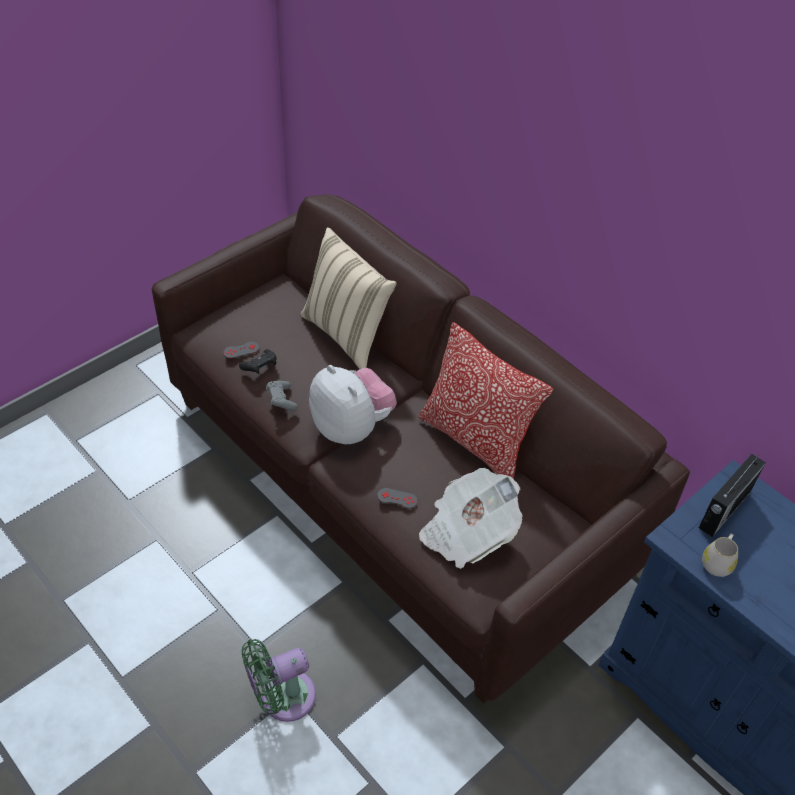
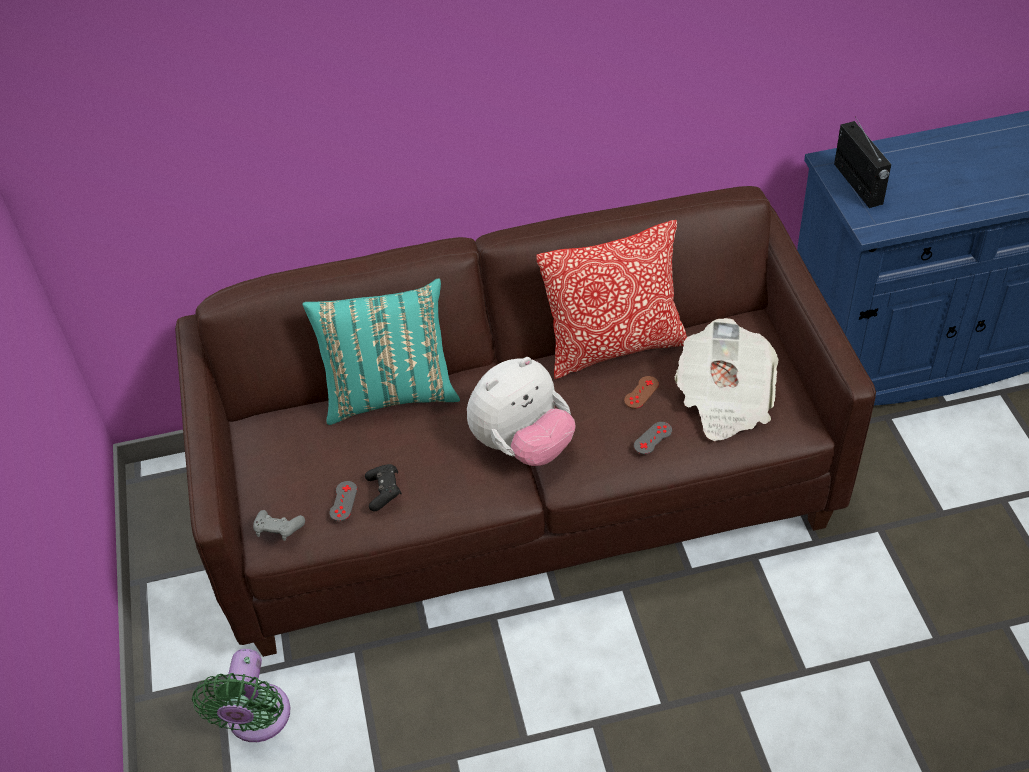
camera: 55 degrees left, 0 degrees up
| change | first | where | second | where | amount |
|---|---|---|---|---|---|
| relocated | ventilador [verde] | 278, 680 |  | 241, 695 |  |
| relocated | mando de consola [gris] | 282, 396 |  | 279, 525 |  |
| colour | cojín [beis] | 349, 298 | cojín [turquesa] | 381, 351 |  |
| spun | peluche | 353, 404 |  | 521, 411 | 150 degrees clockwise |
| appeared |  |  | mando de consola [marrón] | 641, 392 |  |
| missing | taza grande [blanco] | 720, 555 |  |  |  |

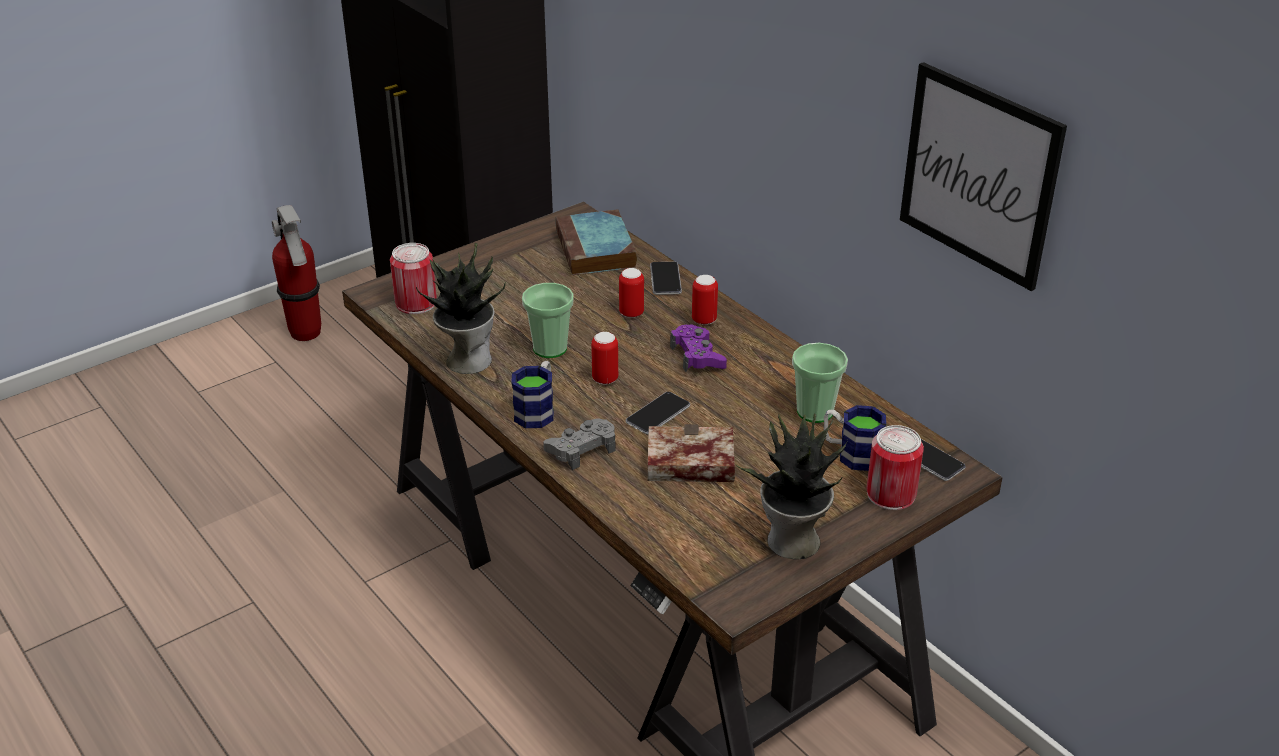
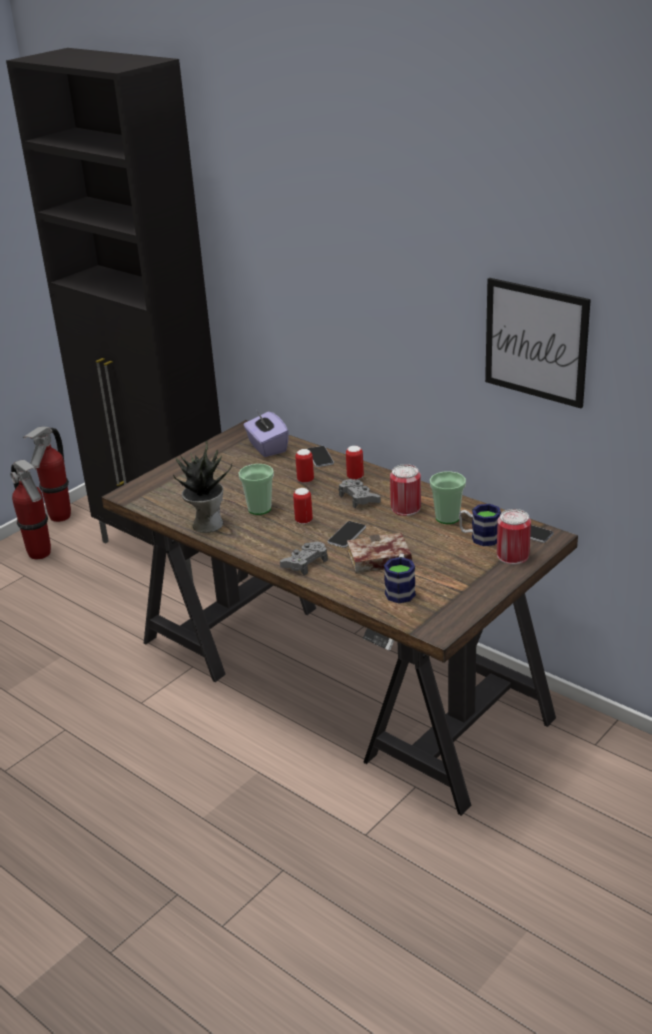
camera: 10 degrees left, 5 degrees down
| change | first | where | second | where | amount |
|---|---|---|---|---|---|
| appeared |  |  | extintor | 47, 474 |  |
| exchanged | libro | 596, 242 | caja de pañuelos [morado] | 266, 433 |  |
| colour | mando de consola [morado] | 698, 348 | mando de consola [gris] | 360, 494 |  |
| relocated | taza grande | 532, 394 |  | 400, 578 |  |
| relocated | lata | 413, 278 |  | 405, 490 |  |
| missing | planta en maceta | 792, 486 |  |  |  |

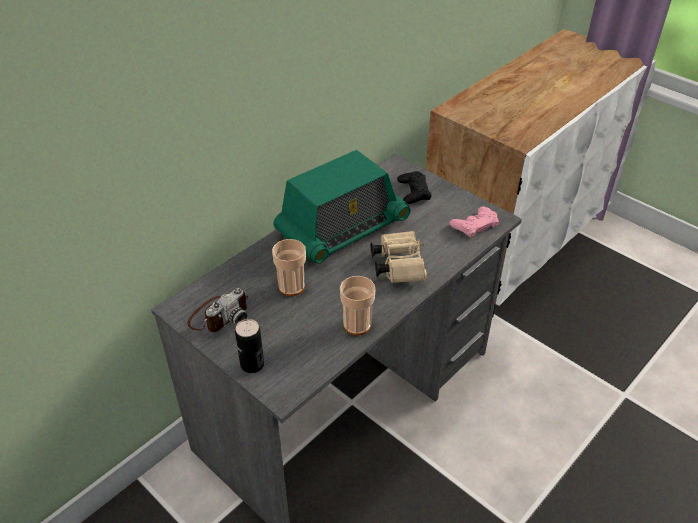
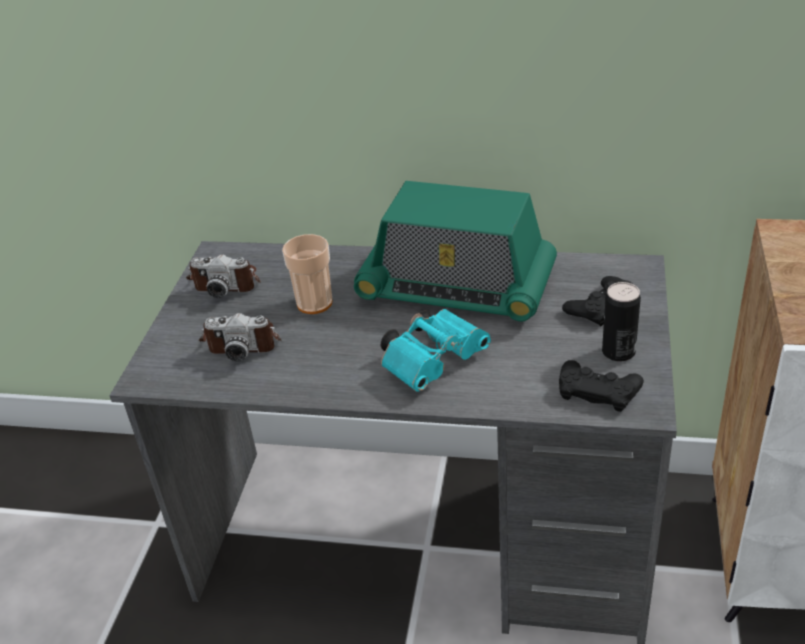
camera: 60 degrees right, 5 degrees down
| change | first | where | second | where | amount |
|---|---|---|---|---|---|
| appeared |  |  | cámara | 240, 337 |  |
| colour | prismáticos [beis] | 399, 257 | prismáticos [turquesa] | 436, 350 |  |
| colour | mando de consola [rosa] | 474, 222 | mando de consola [negro] | 601, 386 |  |
| relocated | lata | 249, 346 |  | 621, 322 |  |
| missing | taza | 358, 305 |  |  |  |

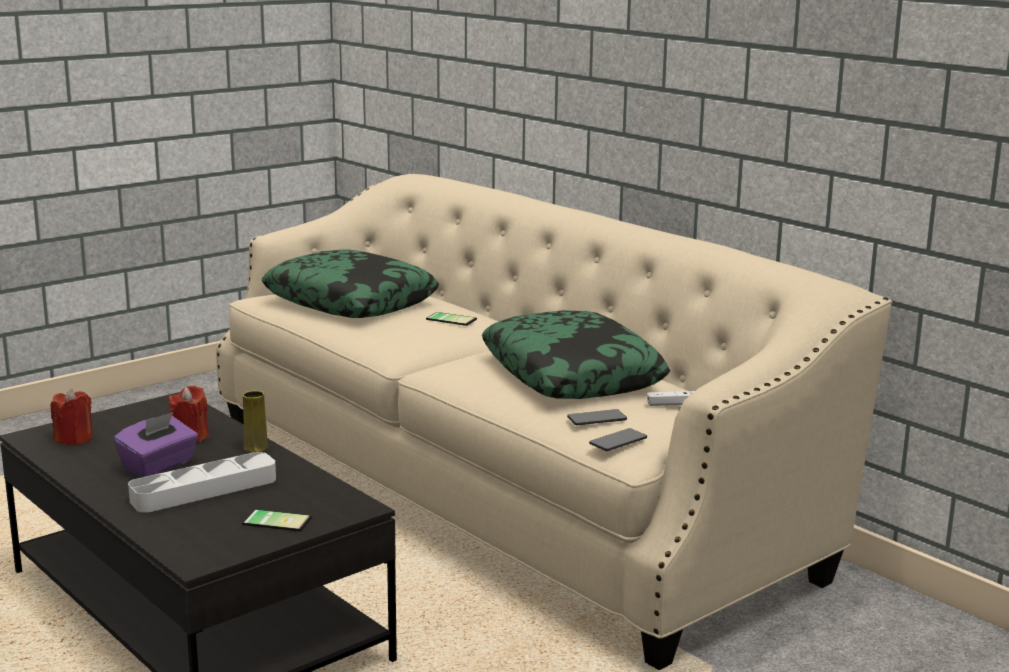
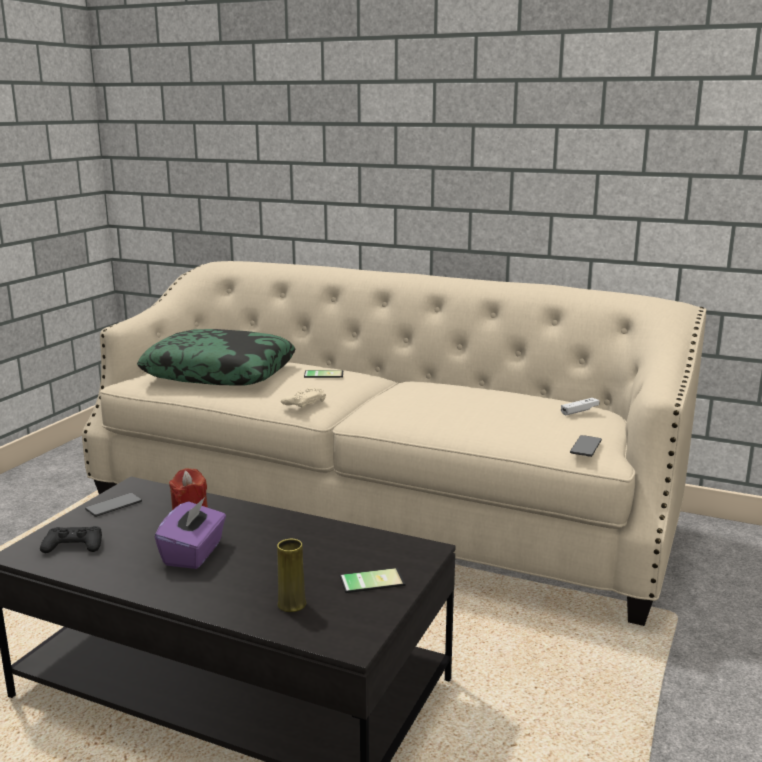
camera: 25 degrees left, 0 degrees up
| change | first | where | second | where | amount |
|---|---|---|---|---|---|
| exchanged | vela [rojo] | 72, 416 | mando de consola [negro] | 71, 539 |  |
| relocated | móvil | 597, 417 |  | 113, 505 |  |
| relocated | florero [amarillo] | 256, 422 |  | 291, 575 |  |
| appeared |  |  | mando de consola [beis] | 303, 398 |  |
| missing | bandeja [gris] | 202, 482 |  |  |  |
| missing | cojín | 576, 354 |  |  |  |

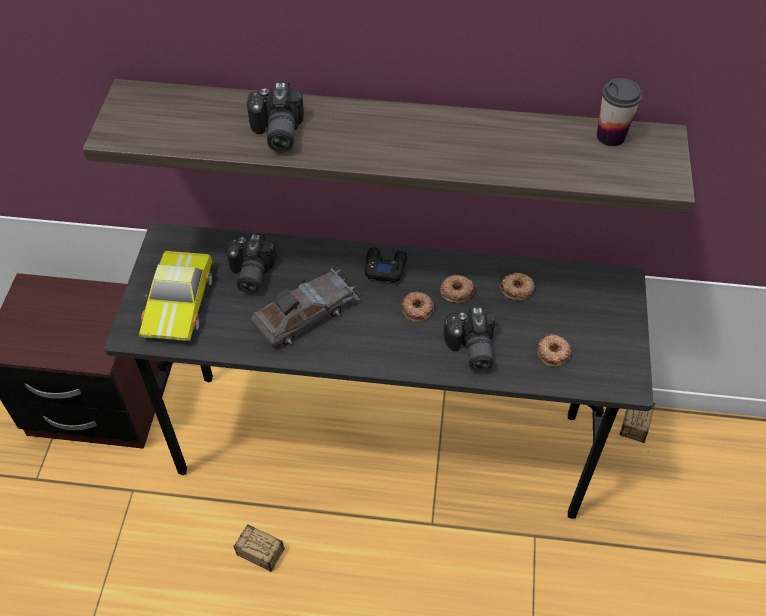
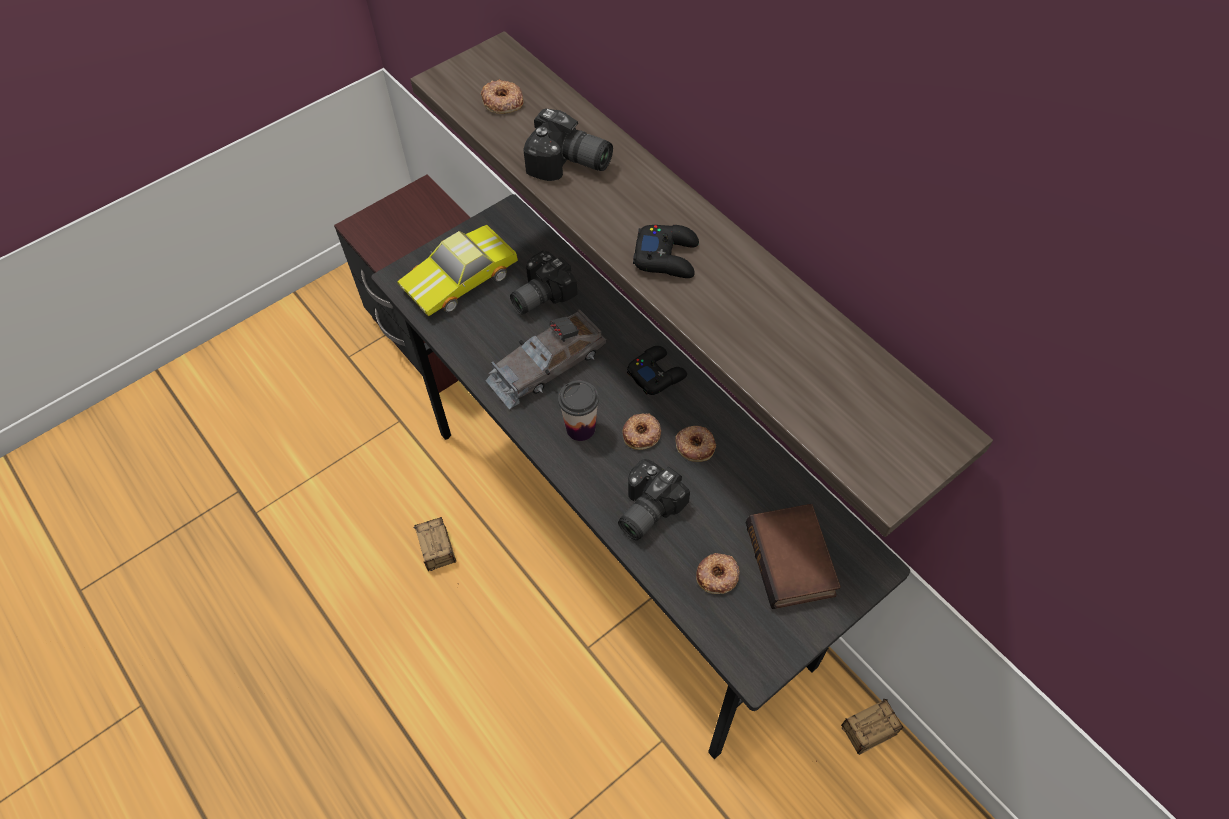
camera: 45 degrees right, 5 degrees up
| change | first | where | second | where | amount |
|---|---|---|---|---|---|
| relocated | rosquilla | 517, 286 |  | 502, 96 |  |
| spun | coche de juguete [gris] | 306, 307 |  | 545, 359 | 135 degrees clockwise |
| spun | cámara | 275, 117 |  | 568, 144 | 105 degrees counterclockwise |
| relocated | taza | 619, 112 |  | 578, 410 |  |
| appeared |  |  | mando de consola [negro] | 666, 251 |  |
| appeared |  |  | libro | 793, 556 |  |

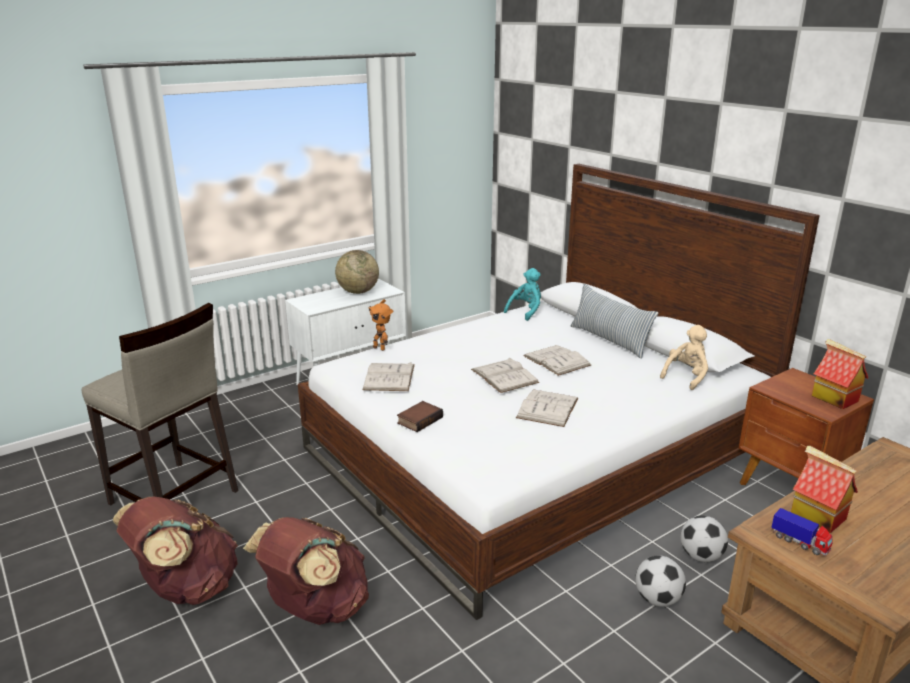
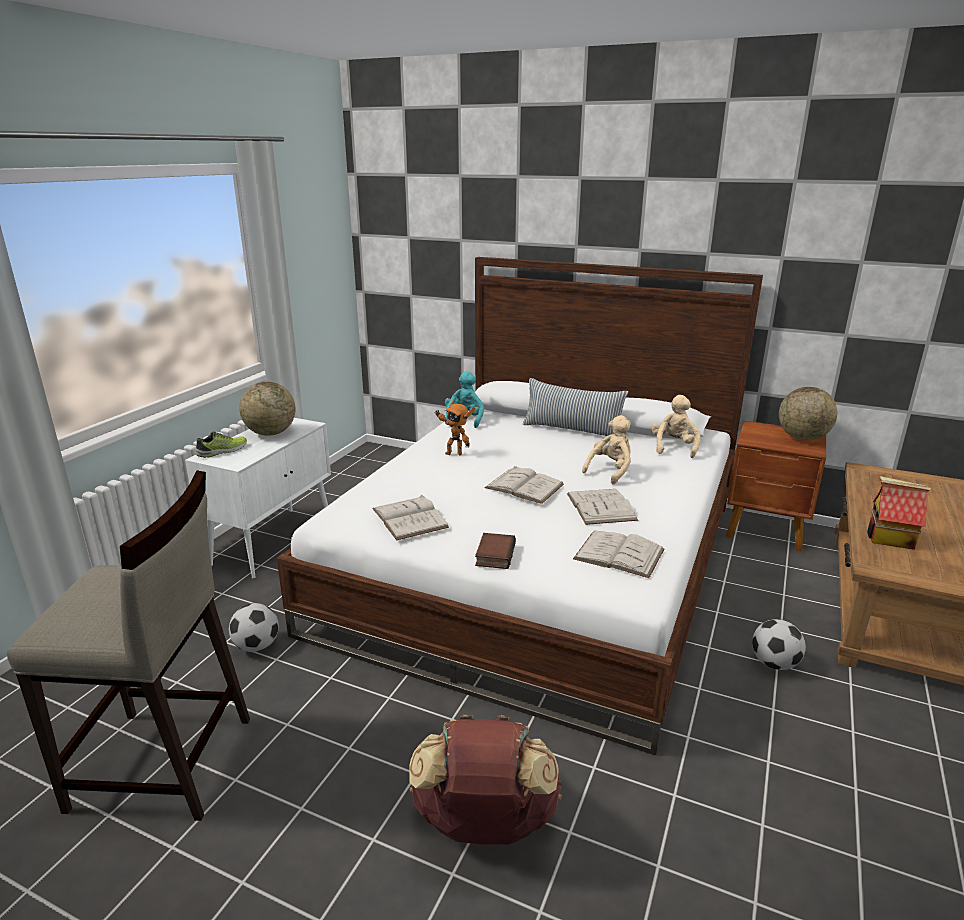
camera: 30 degrees left, 0 degrees up
| change | first | where | second | where | amount |
|---|---|---|---|---|---|
| appeared |  |  | zapato | 221, 444 |  |
| relocated | balón de fútbol | 704, 539 |  | 254, 627 |  |
| relocated | robot de juguete | 380, 325 |  | 455, 427 |  |
| relocated | libro [blanco] | 557, 360 |  | 618, 554 |  |
| appeared |  |  | peluche [beis] | 606, 450 |  |
| exchanged | casita | 840, 374 | globo terráqueo | 808, 413 |  |
| missing | mochila [marrón] | 175, 550 |  |  |  |
| missing | camión de juguete | 802, 532 |  |  |  |

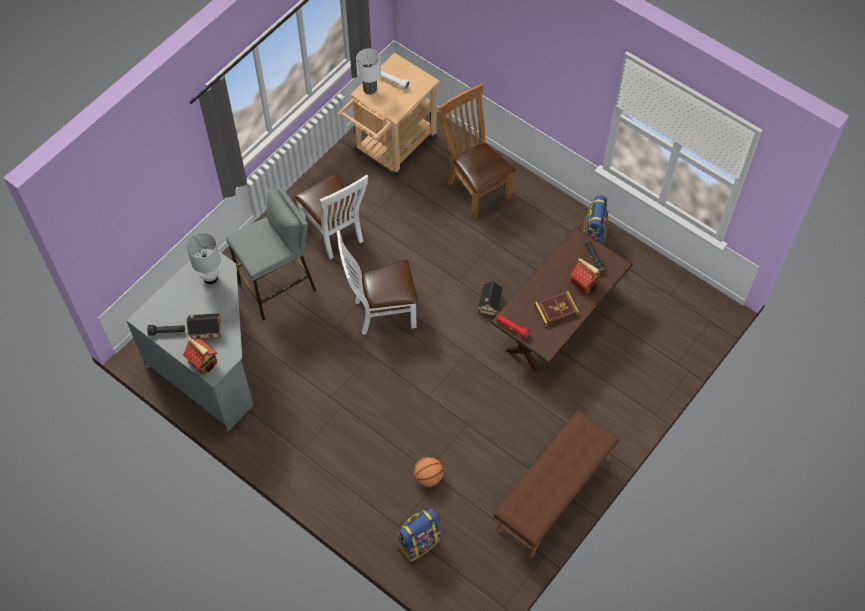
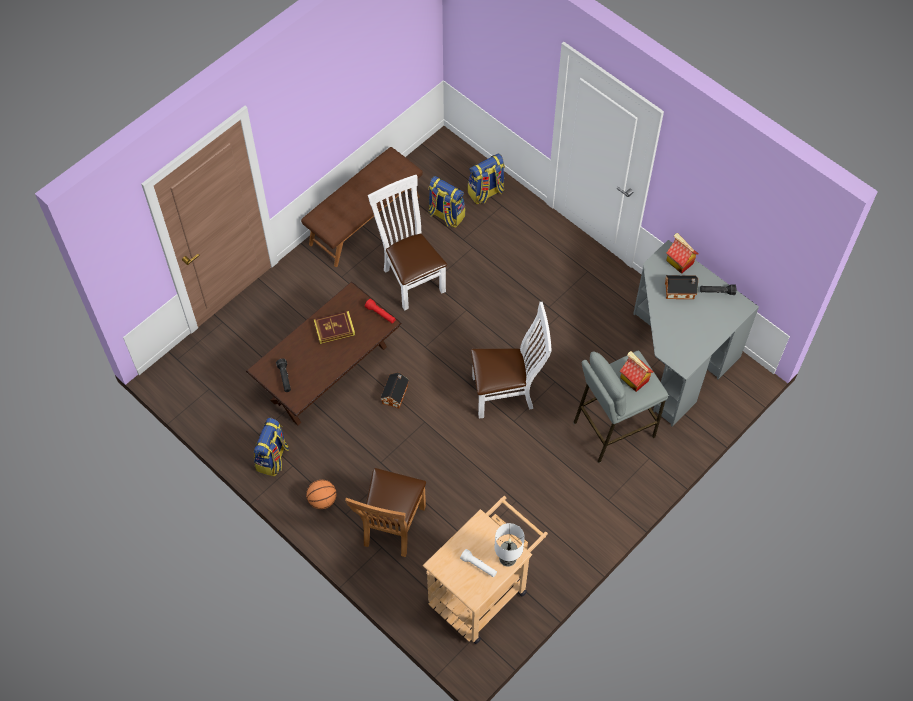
camera: 175 degrees left, 0 degrees up
| change | first | where | second | where | amount |
|---|---|---|---|---|---|
| relocated | balón de baloncesto | 428, 472 |  | 321, 494 |  |
| spun | silla [marrón] | 476, 151 |  | 385, 512 | 45 degrees clockwise |
| relocated | silla [blanco] | 331, 216 |  | 407, 243 |  |
| appeared |  |  | mochila | 446, 202 |  |
| relocated | casita | 586, 276 |  | 636, 371 |  |
| missing | lámpara de mesa [blanco] | 203, 258 |  |  |  |

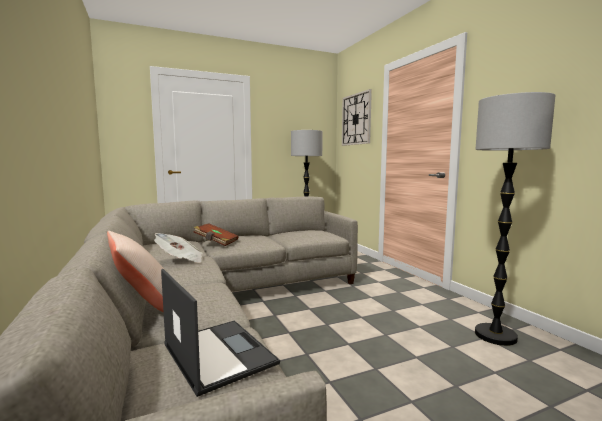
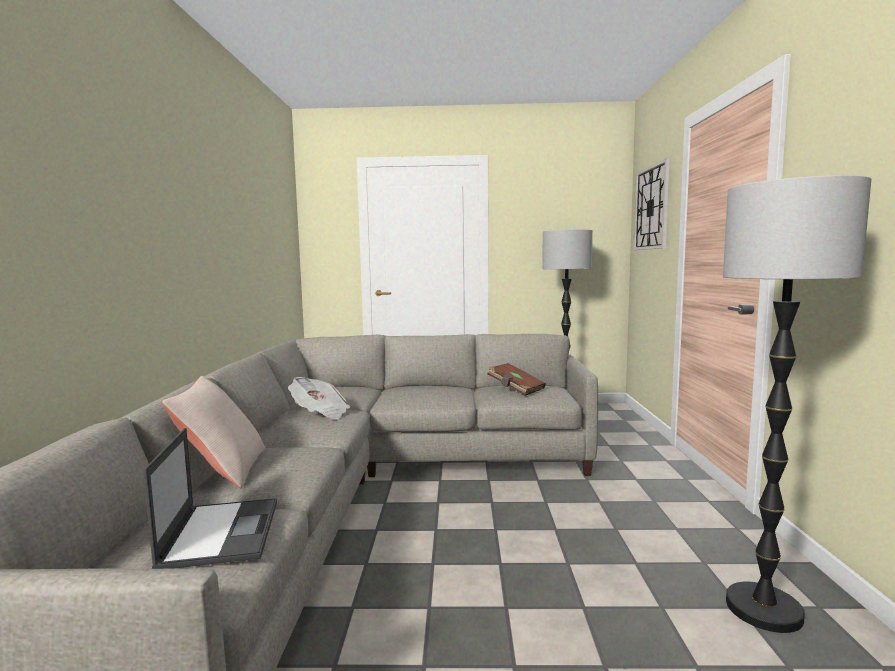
camera: 25 degrees right, 0 degrees up
| change | first | where | second | where | amount |
|---|---|---|---|---|---|
| relocated | libro [marrón] | 216, 234 |  | 516, 379 |  |

